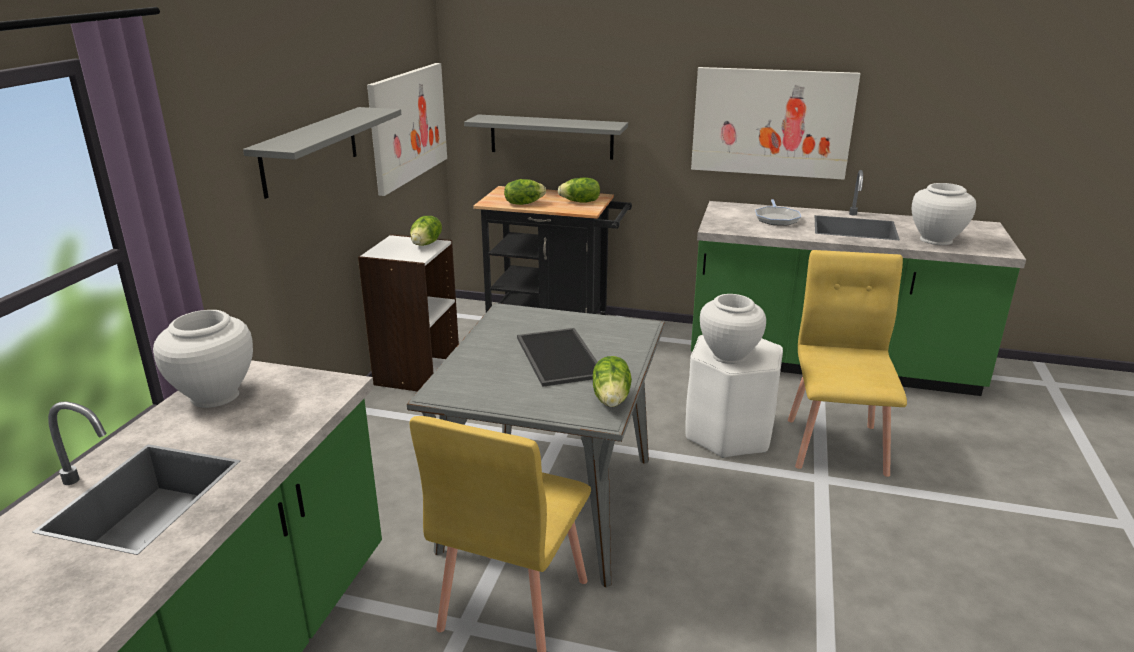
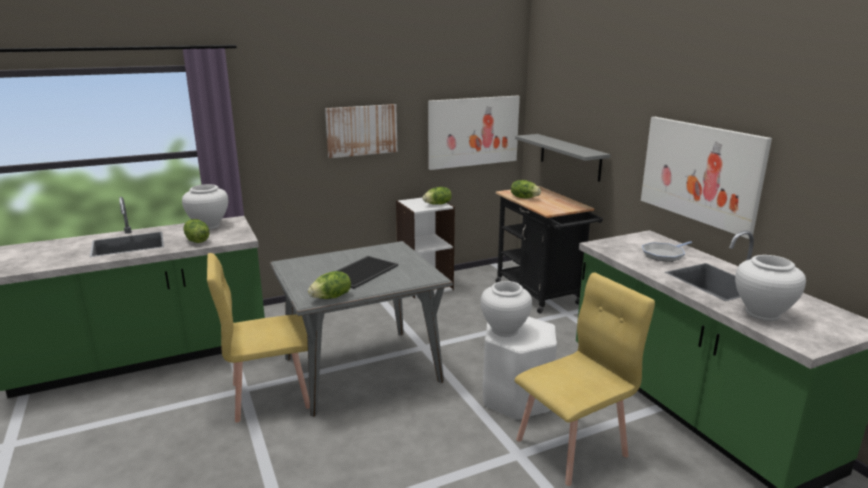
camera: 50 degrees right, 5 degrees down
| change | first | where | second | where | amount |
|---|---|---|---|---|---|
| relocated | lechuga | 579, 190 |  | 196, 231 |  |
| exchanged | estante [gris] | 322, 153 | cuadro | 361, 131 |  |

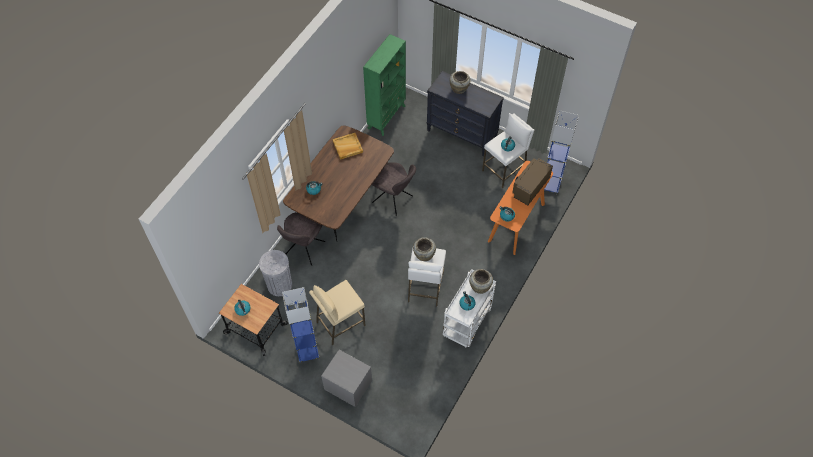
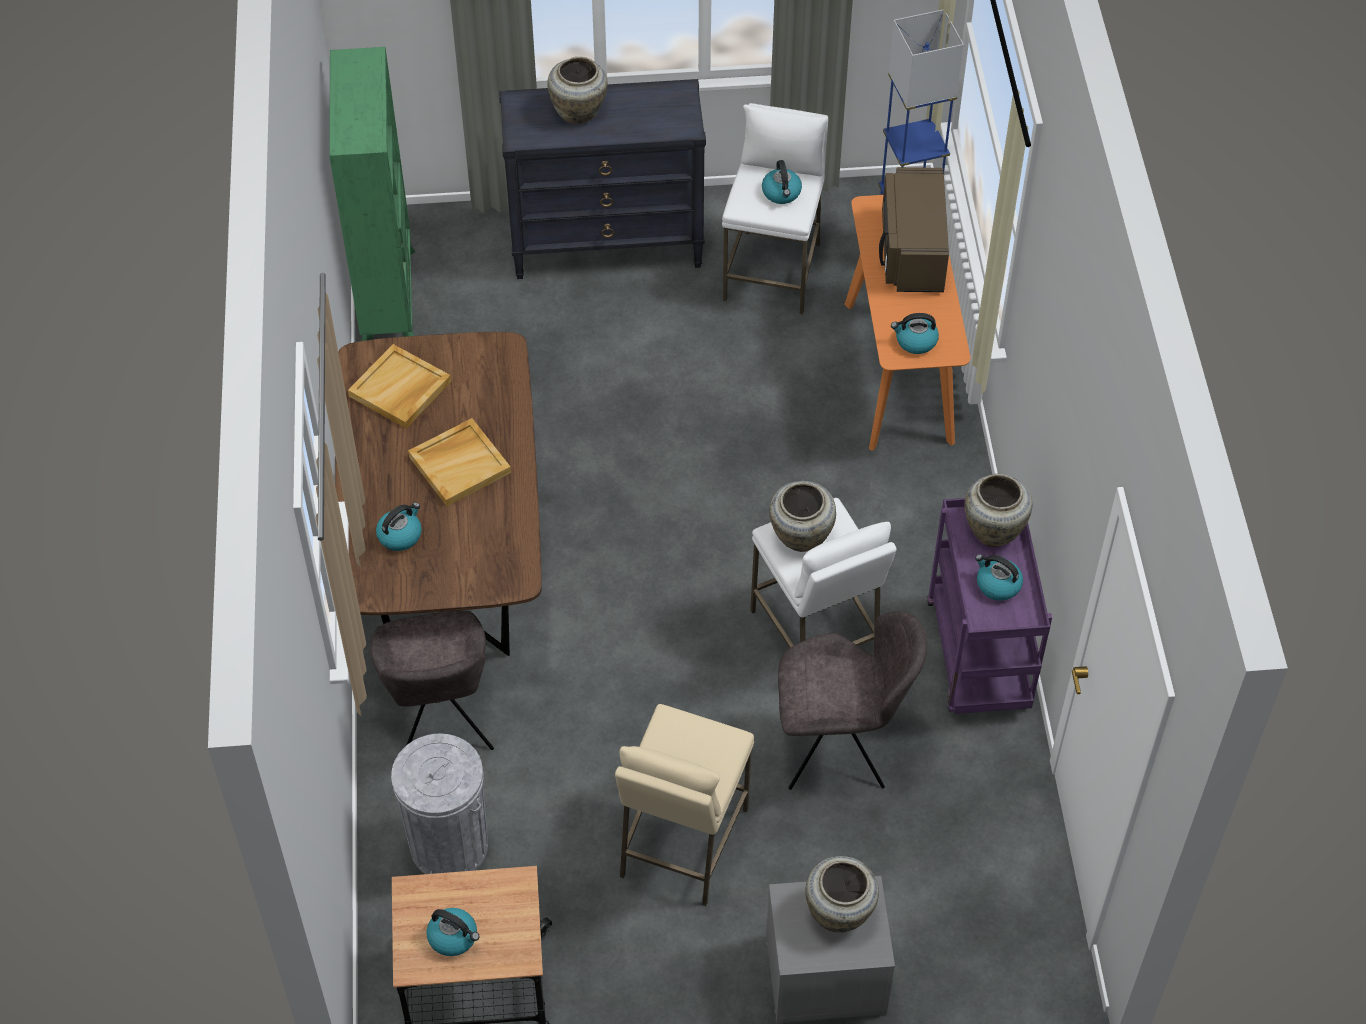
camera: 35 degrees left, 5 degrees down
| change | first | where | second | where | amount |
|---|---|---|---|---|---|
| appeared |  |  | bandeja [beis] | 459, 462 |  |
| relocated | silla [gris] | 394, 189 |  | 852, 700 |  |
| appeared |  |  | florero [beis] | 842, 894 |  |
| colour | carrito [blanco] | 469, 308 | carrito [morado] | 989, 606 |  |
| missing | lámpara de pie [azul] | 300, 324 |  |  |  |

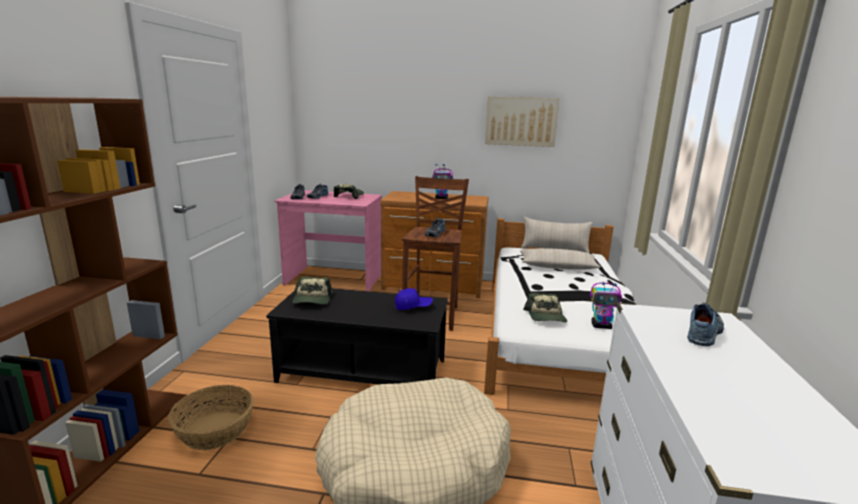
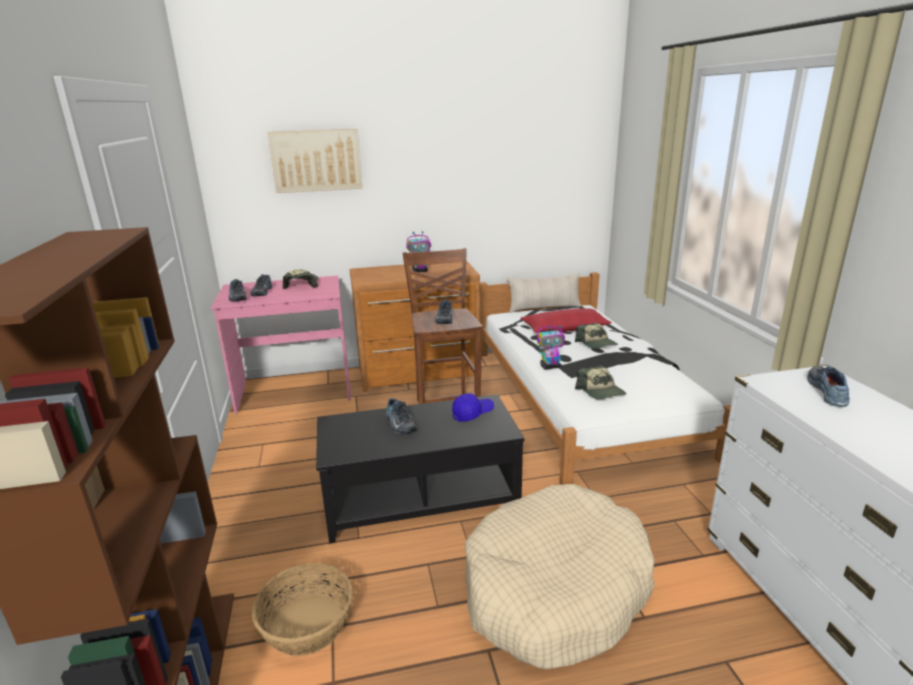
camera: 20 degrees left, 5 degrees up
| change | first | where | second | where | amount |
|---|---|---|---|---|---|
| relocated | cuadro | 522, 122 |  | 315, 161 |  |
| appeared |  |  | zapato | 401, 416 |  |
| colour | cojín [beis] | 560, 259 | cojín [rojo] | 566, 320 |  |
| relocated | robot de juguete | 606, 305 |  | 551, 347 |  |
| relocated | gorra | 312, 291 |  | 596, 336 |  |

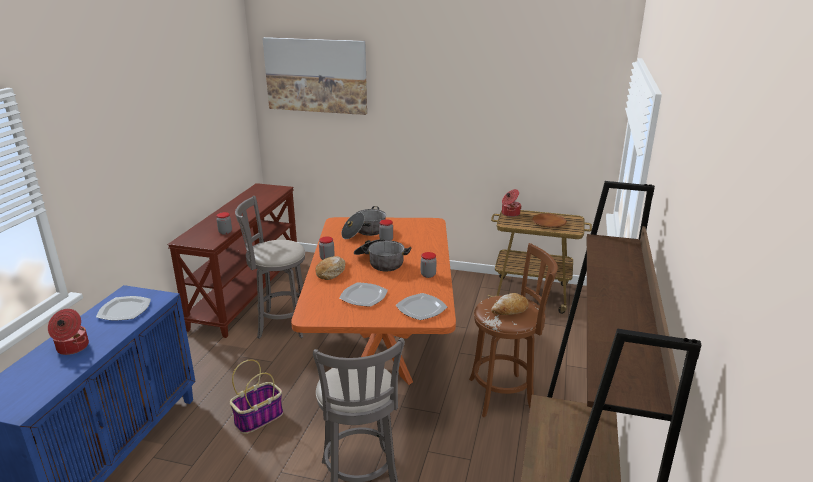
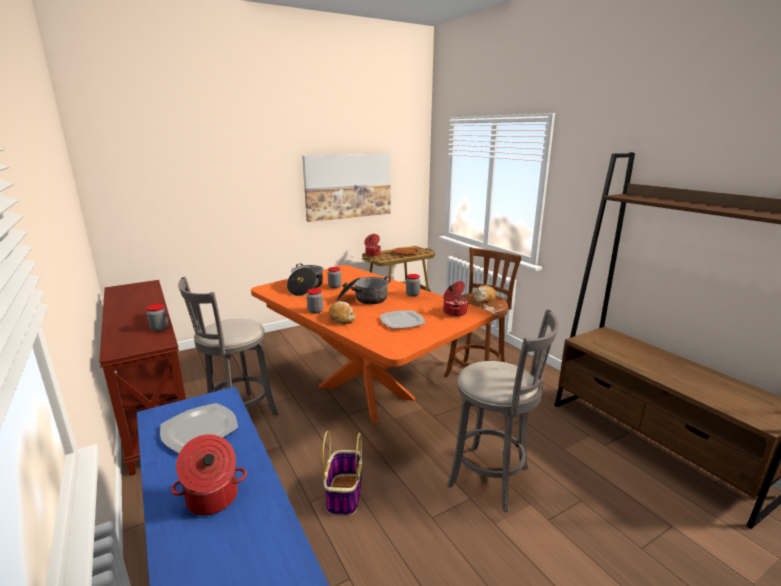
camera: 45 degrees left, 5 degrees down
| change | first | where | second | where | amount |
|---|---|---|---|---|---|
| relocated | cuadro | 314, 76 |  | 346, 187 |  |
| exchanged | plato | 421, 306 | olla | 455, 299 |  |

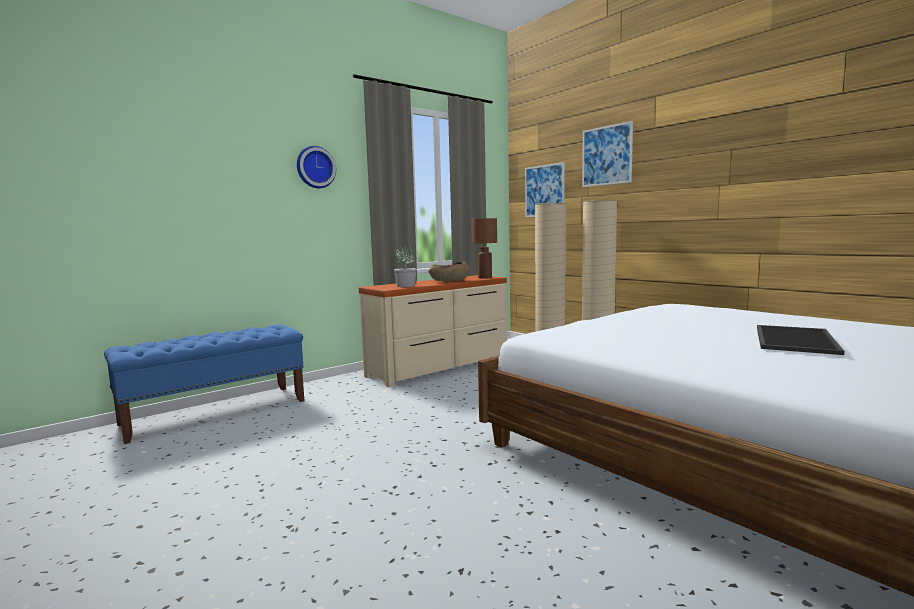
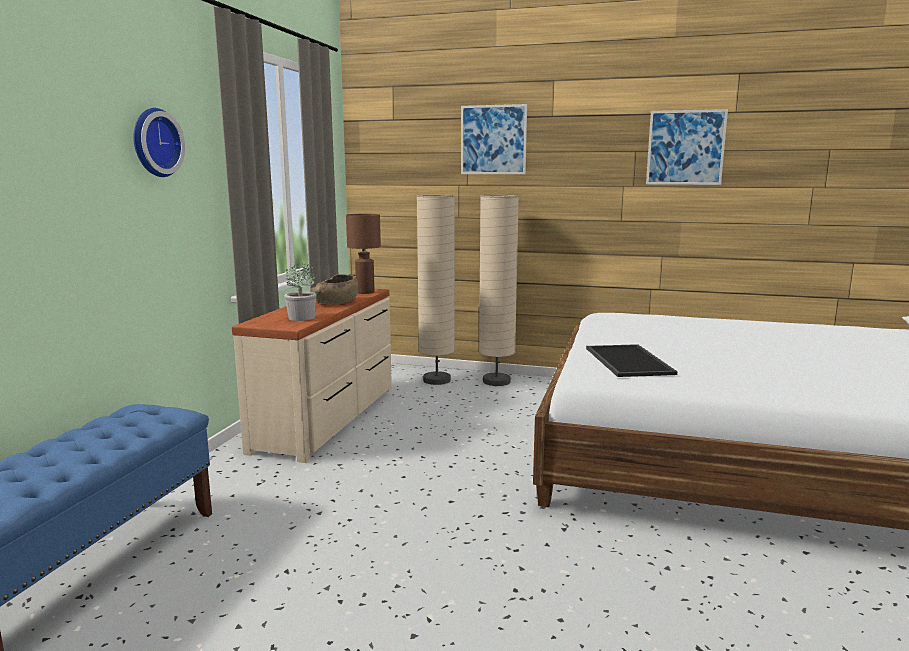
camera: 35 degrees left, 5 degrees up
| change | first | where | second | where | amount |
|---|---|---|---|---|---|
| relocated | bandeja | 800, 340 |  | 631, 360 |  |
| relocated | cuadro | 545, 189 |  | 687, 147 |  |

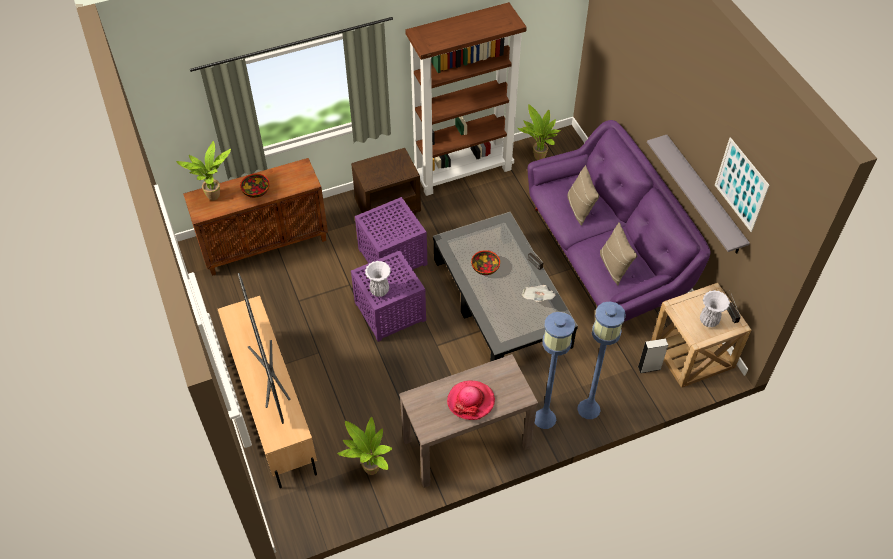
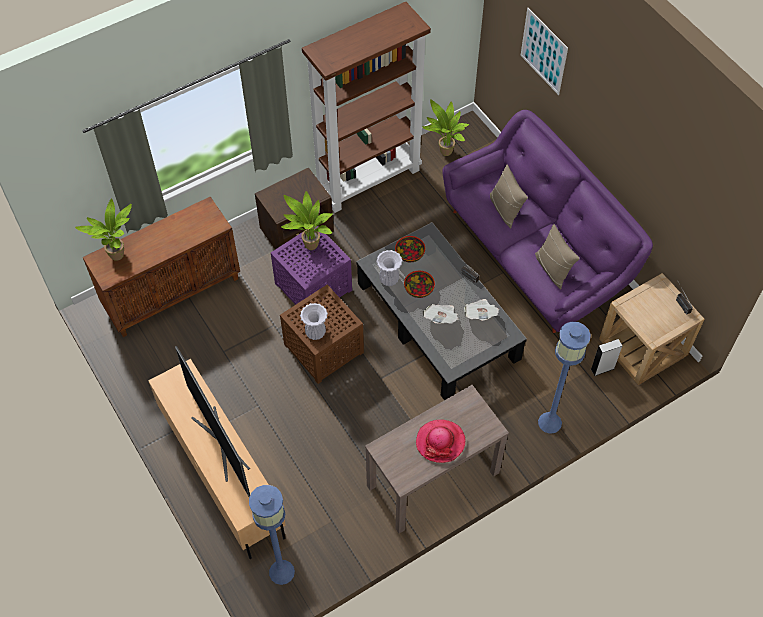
camera: 10 degrees left, 5 degrees up
| change | first | where | second | where | amount |
|---|---|---|---|---|---|
| relocated | lámpara de pie [azul] | 555, 370 |  | 272, 535 |  |
| colour | mesa auxiliar [morado] | 388, 296 | mesa auxiliar [marrón] | 322, 334 |  |
| relocated | planta en maceta | 364, 446 |  | 307, 220 |  |
| relocated | florero [blanco] | 715, 308 |  | 389, 268 |  |
| relocated | cuenco | 254, 186 |  | 410, 249 |  |
| appeared |  |  | periódico | 441, 314 |  |
| relocated | cuadro | 742, 184 |  | 544, 51 |  |
| missing | estante [gris] | 698, 194 |  |  |  |

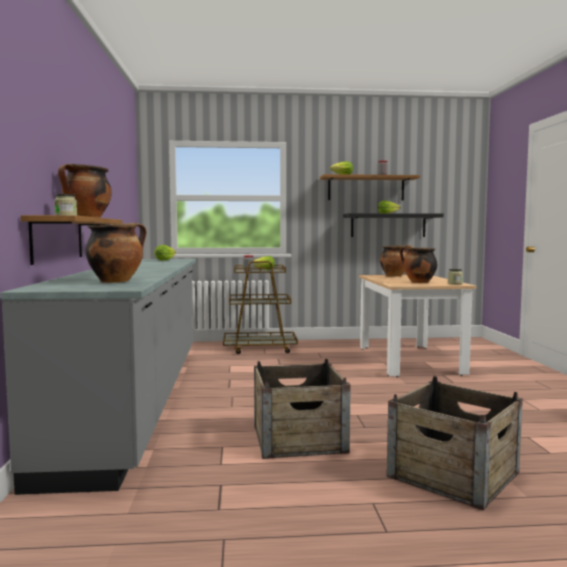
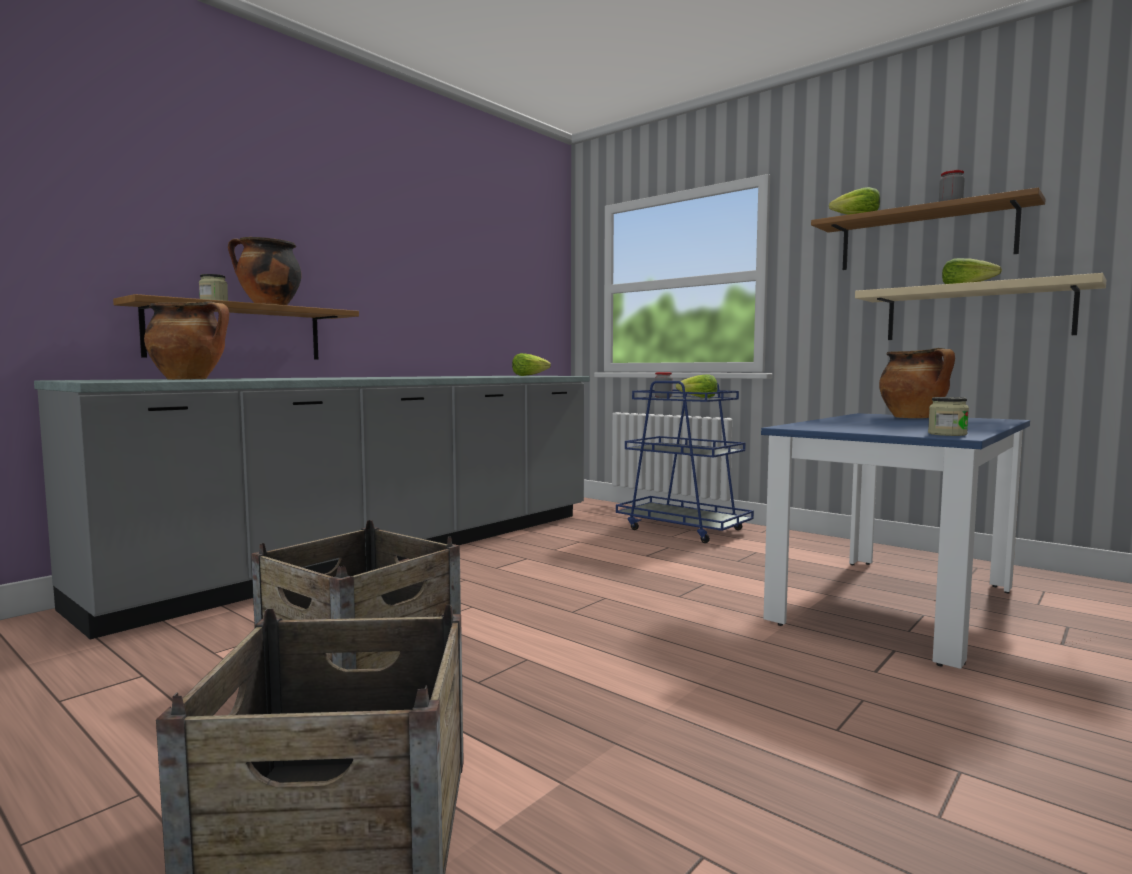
camera: 45 degrees right, 0 degrees up
| change | first | where | second | where | amount |
|---|---|---|---|---|---|
| colour | carrito [marrón] | 260, 306 | carrito [azul] | 685, 462 |  |
| colour | mesa de comedor [beis] | 417, 325 | mesa de comedor [azul] | 895, 541 |  |
| colour | estante [negro] | 393, 225 | estante [beis] | 980, 306 |  |
| missing | olla | 418, 264 |  |  |  |

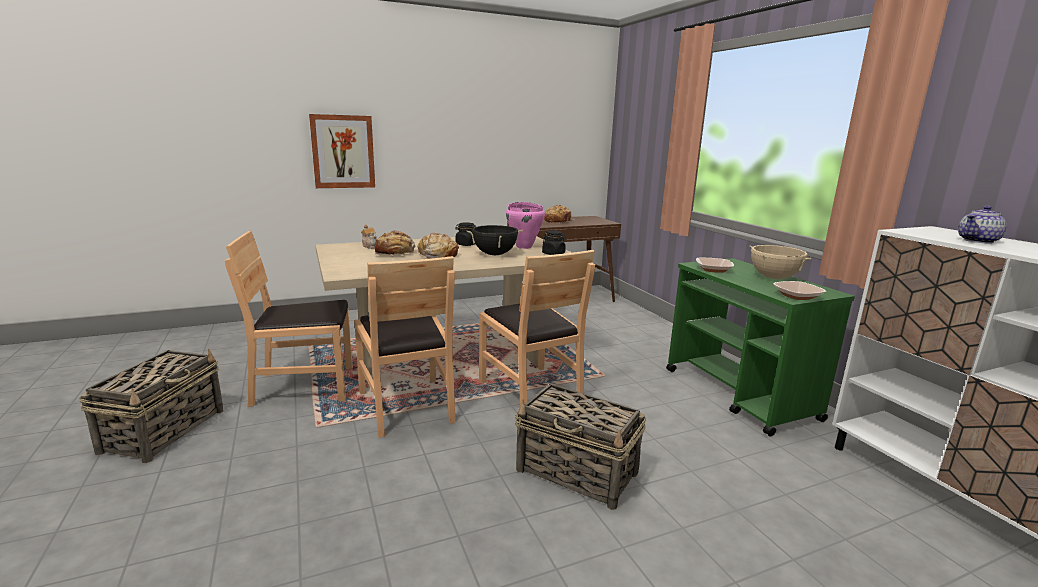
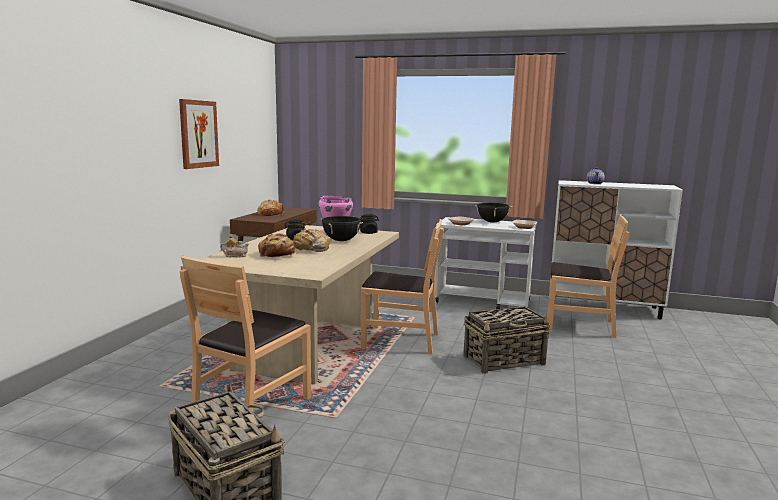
camera: 50 degrees left, 5 degrees down
| change | first | where | second | where | amount |
|---|---|---|---|---|---|
| relocated | cuadro | 342, 151 |  | 199, 134 |  |
| colour | carrito [verde] | 760, 347 | carrito [blanco] | 485, 263 |  |
| colour | olla [beis] | 780, 262 | olla [negro] | 493, 213 |  |
| relocated | silla [marrón] | 405, 347 |  | 589, 276 |  |

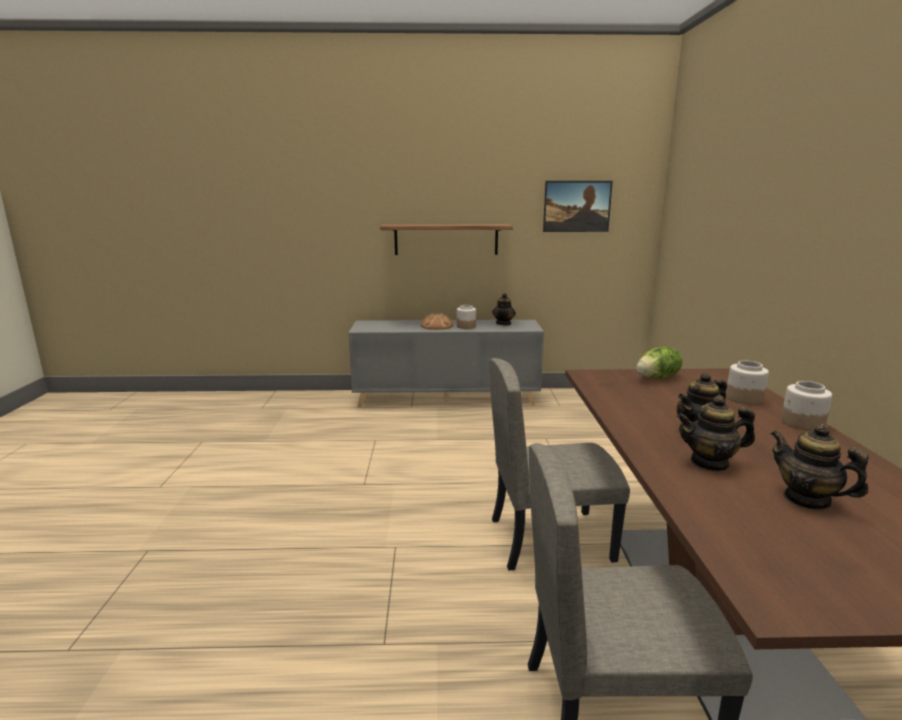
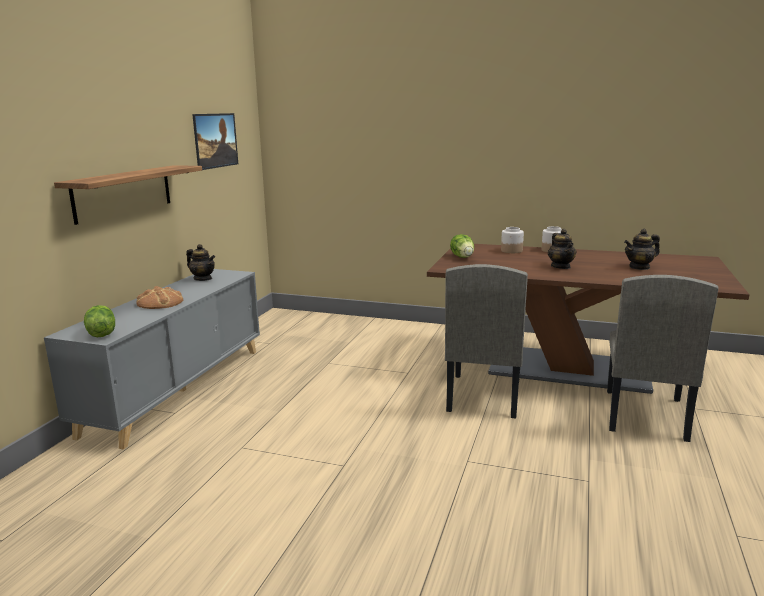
camera: 70 degrees left, 0 degrees up
| change | first | where | second | where | amount |
|---|---|---|---|---|---|
| appeared |  |  | lechuga | 99, 321 |  |
| missing | tarro | 466, 317 |  |  |  |
| missing | tetera | 716, 433 |  |  |  |

